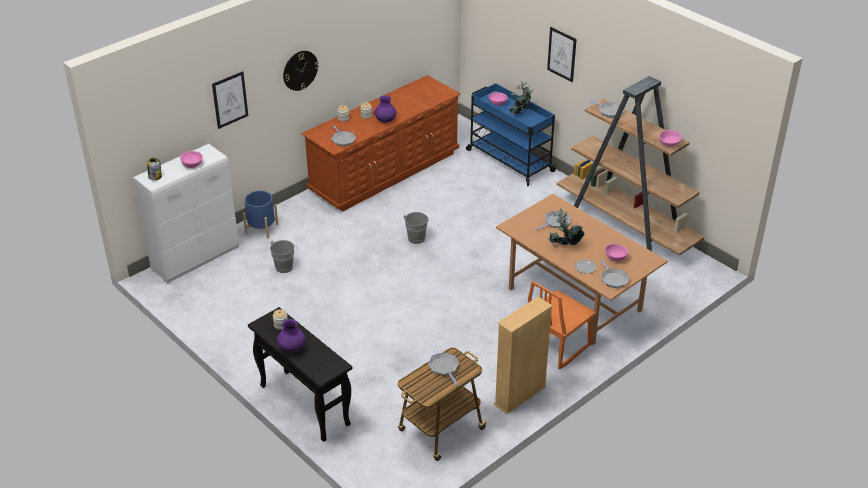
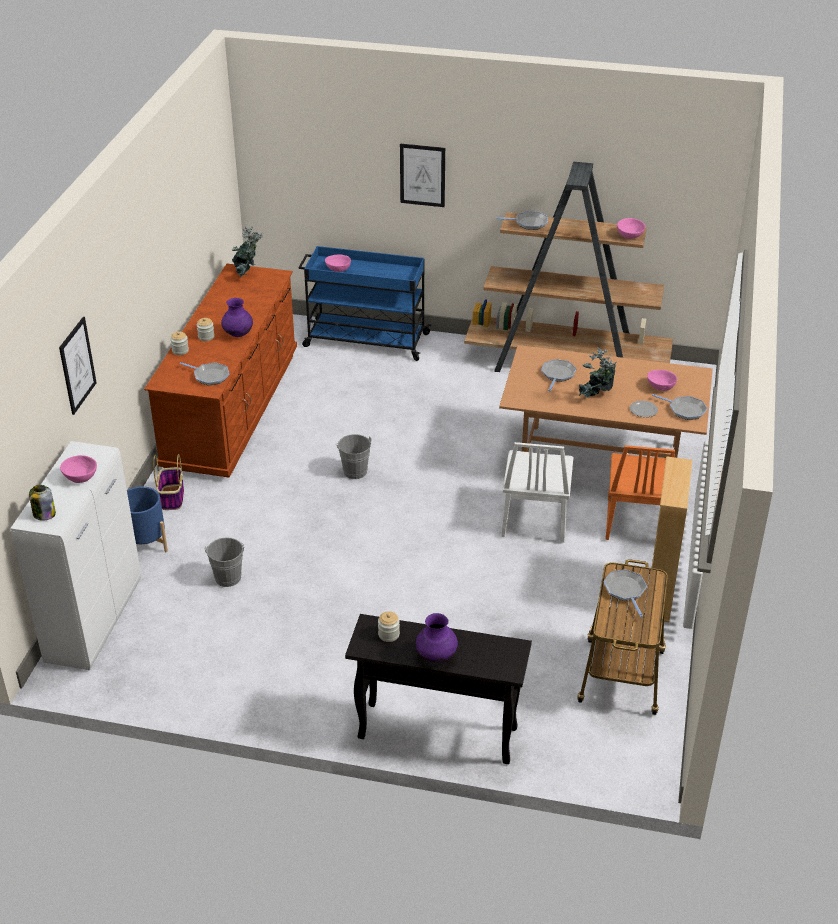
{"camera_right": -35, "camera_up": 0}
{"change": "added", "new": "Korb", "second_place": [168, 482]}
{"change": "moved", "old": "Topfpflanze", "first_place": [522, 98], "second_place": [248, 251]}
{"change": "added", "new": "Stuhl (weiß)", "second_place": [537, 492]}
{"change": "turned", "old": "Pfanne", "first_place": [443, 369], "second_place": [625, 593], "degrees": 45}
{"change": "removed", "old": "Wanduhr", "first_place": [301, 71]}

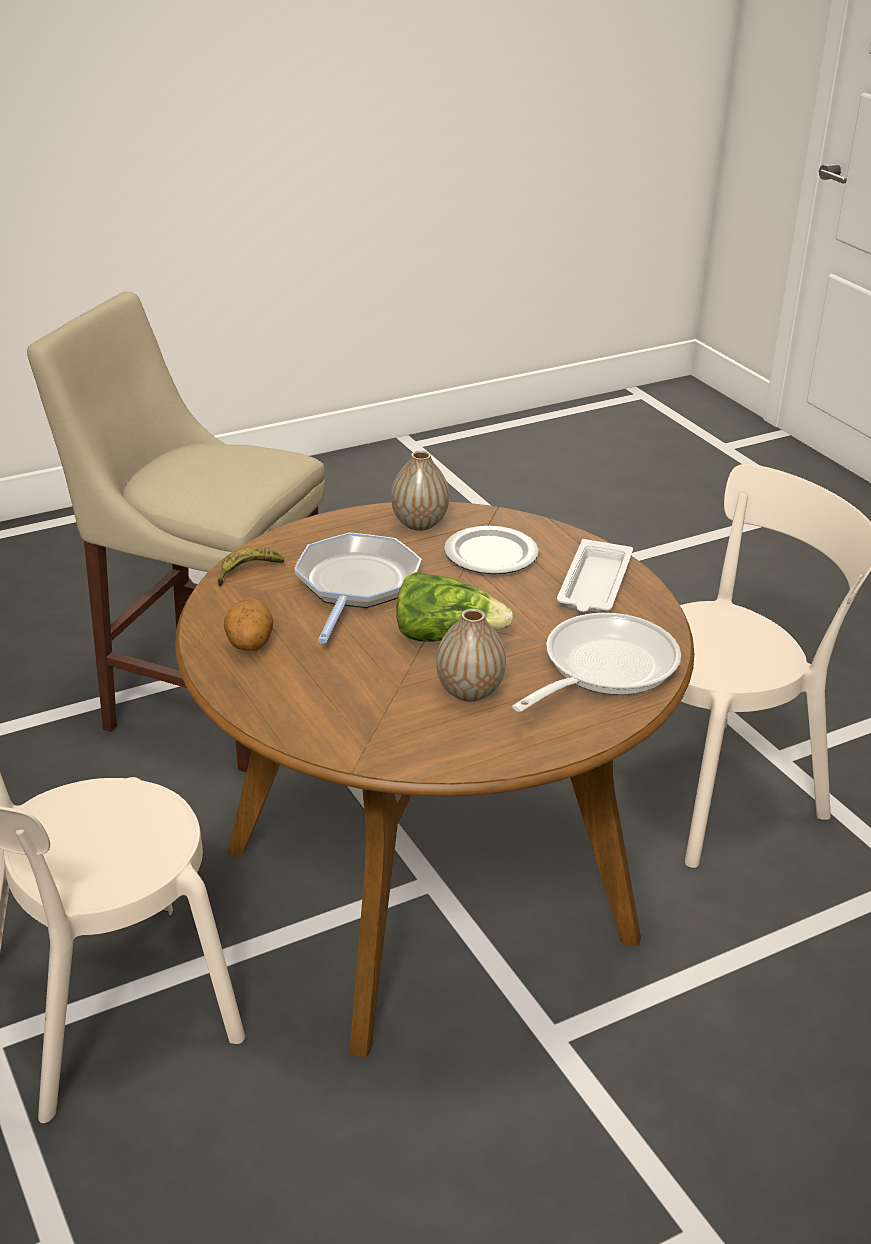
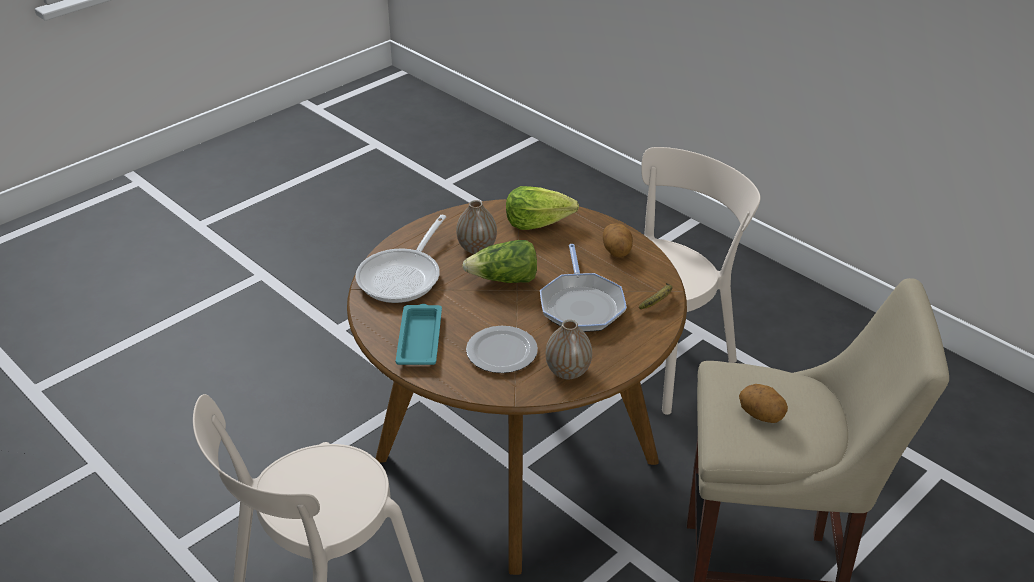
{"camera_right": 165, "camera_up": 5}
{"change": "recoloured", "old": "Tablett (weiß)", "new": "Tablett (türkis)", "first_place": [595, 576], "second_place": [419, 334]}
{"change": "added", "new": "Salatkopf", "second_place": [542, 208]}
{"change": "added", "new": "Kartoffel", "second_place": [763, 403]}

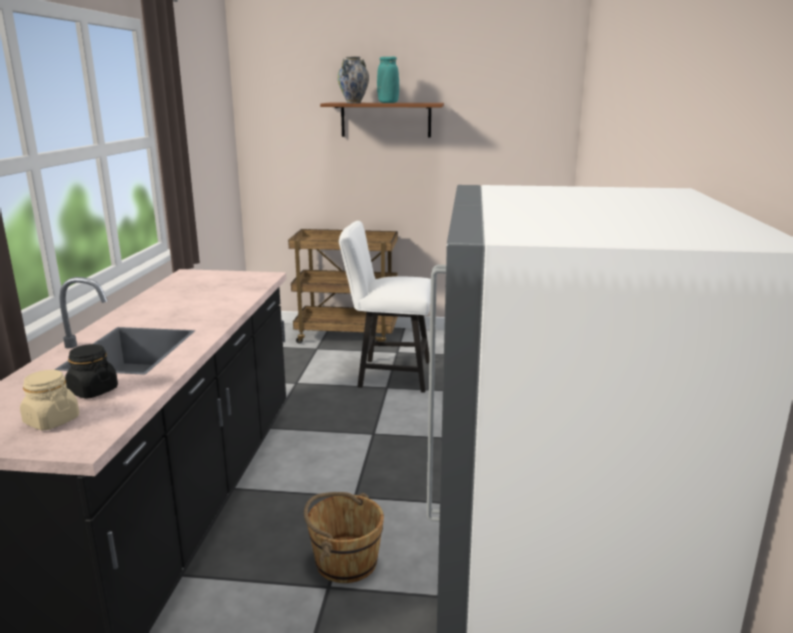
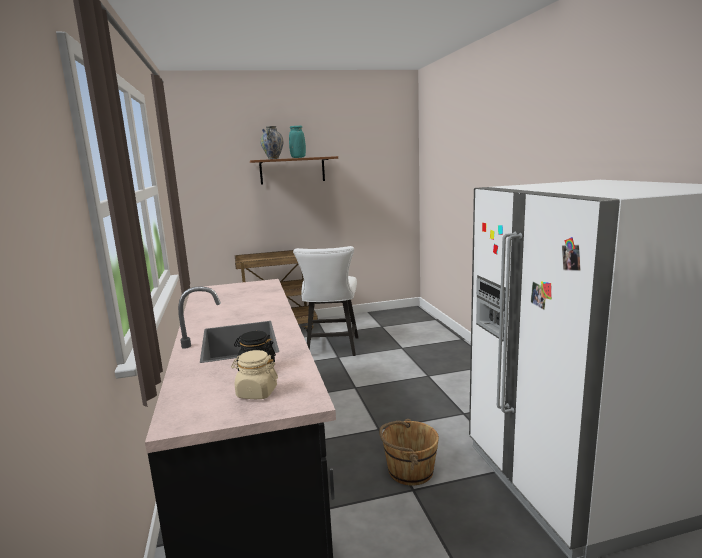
{"camera_right": -20, "camera_up": -5}
{"change": "turned", "old": "Stuhl (weiß)", "first_place": [385, 307], "second_place": [326, 301], "degrees": -75}

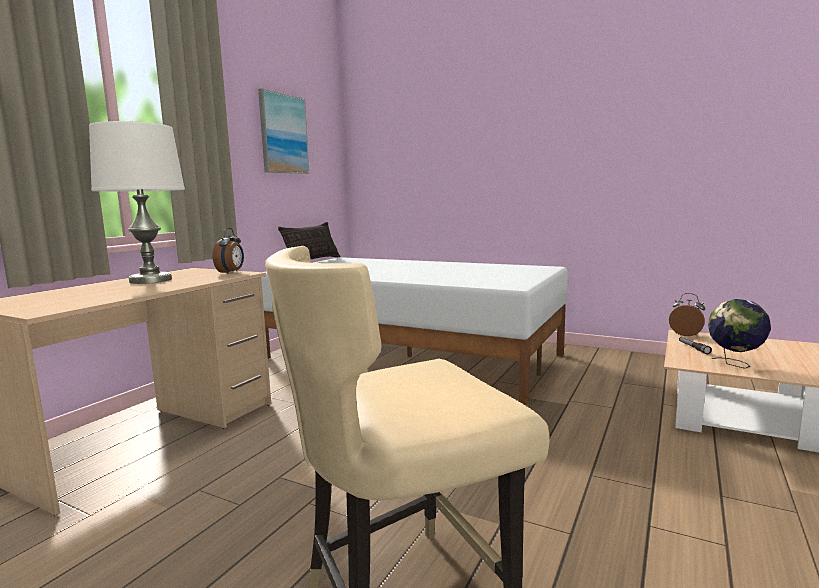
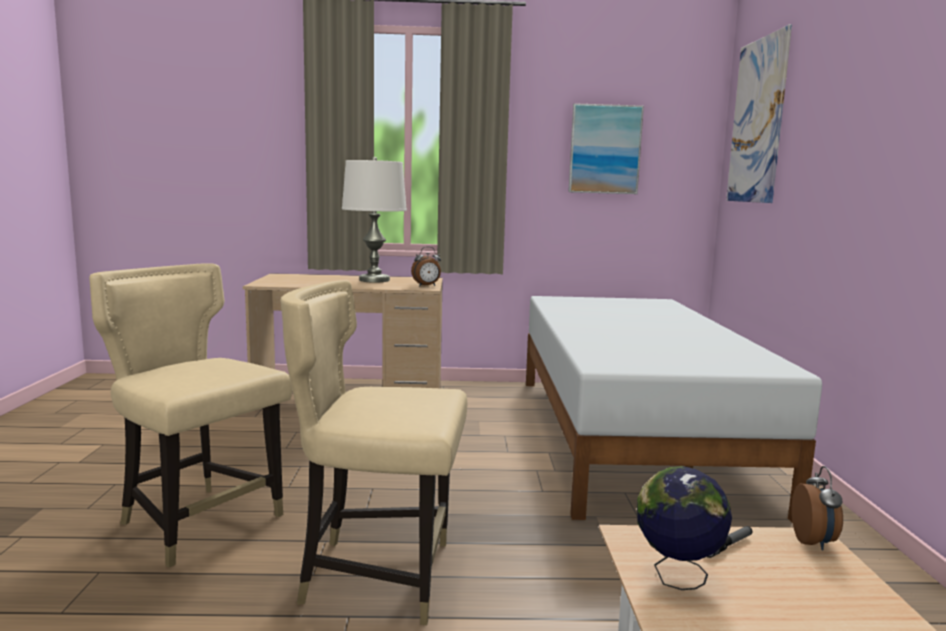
{"camera_right": 60, "camera_up": 0}
{"change": "added", "new": "Stuhl (beige)", "second_place": [373, 452]}
{"change": "added", "new": "Bild", "second_place": [759, 113]}
{"change": "removed", "old": "Kissen", "first_place": [309, 240]}

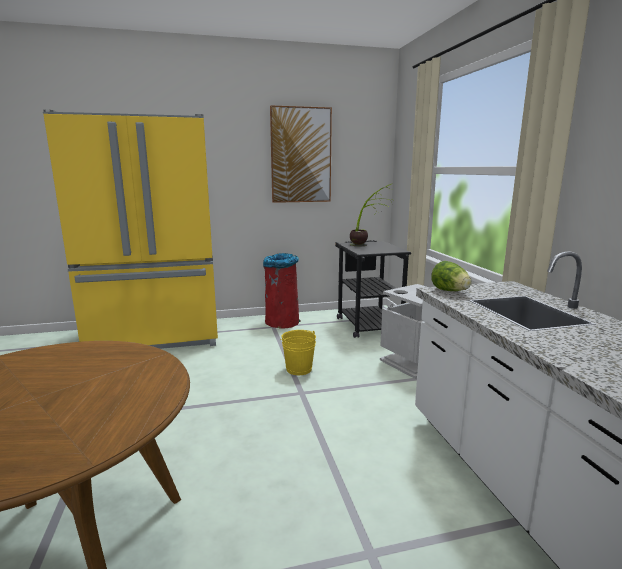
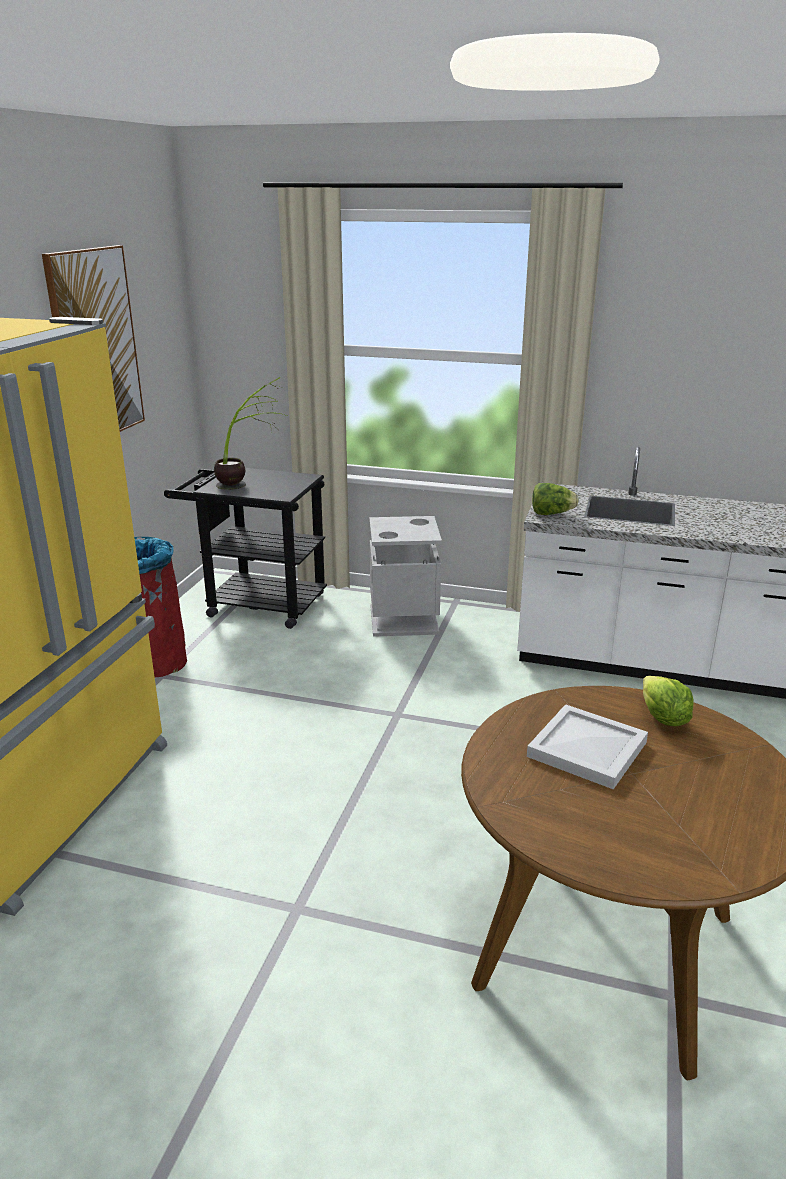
{"camera_right": -60, "camera_up": 10}
{"change": "added", "new": "Tablett (weiß)", "second_place": [587, 746]}
{"change": "added", "new": "Salatkopf", "second_place": [668, 701]}
{"change": "removed", "old": "Eimer (gelb)", "first_place": [298, 352]}

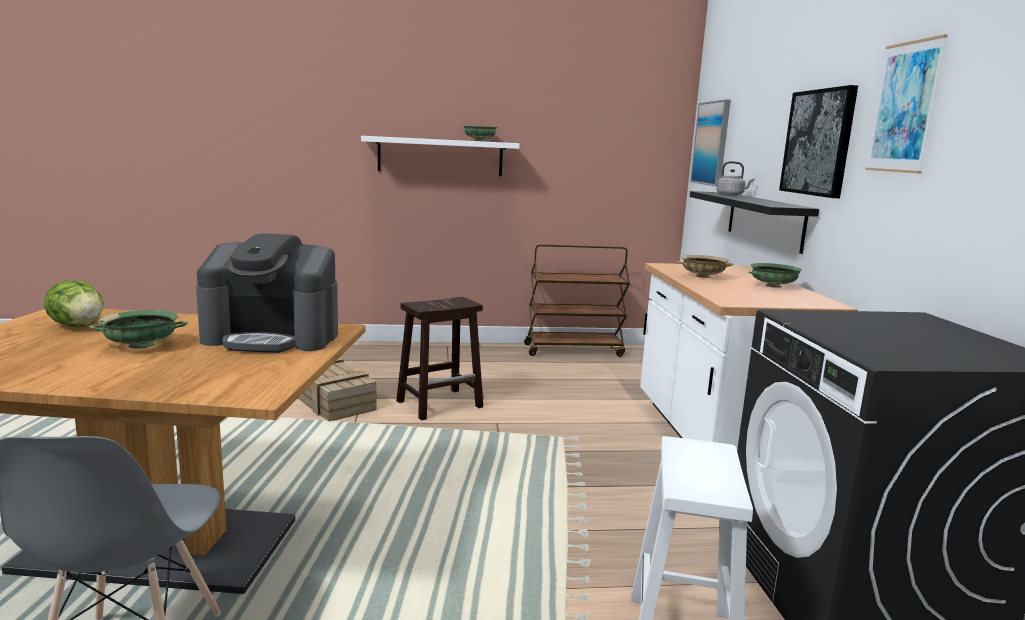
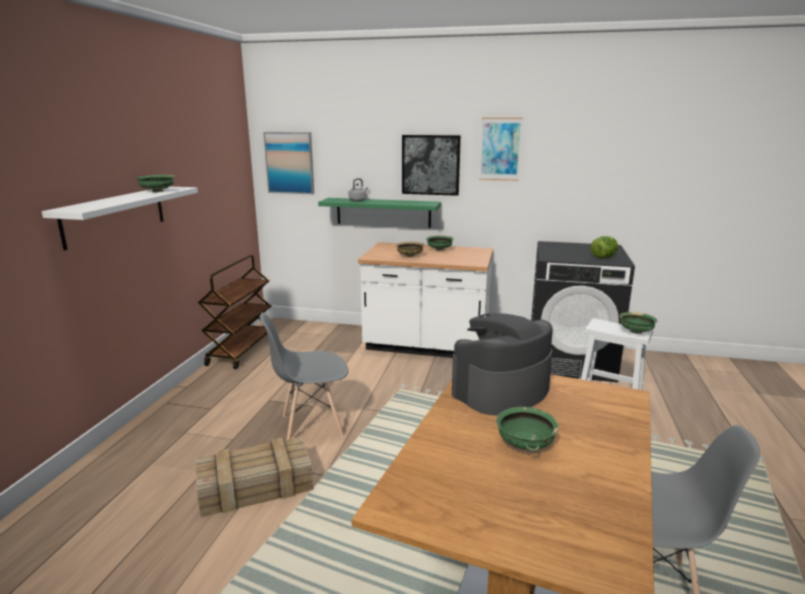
{"camera_right": -70, "camera_up": 5}
{"change": "replaced", "old": "Hocker (braun)", "new": "Stuhl (grau)", "first_place": [439, 358], "second_place": [304, 376]}
{"change": "recoloured", "old": "Wandregal (schwarz)", "new": "Wandregal (grün)", "first_place": [754, 222], "second_place": [379, 213]}
{"change": "turned", "old": "Kaffeemaschine", "first_place": [267, 293], "second_place": [502, 364], "degrees": -150}
{"change": "moved", "old": "Salatkopf", "first_place": [74, 303], "second_place": [604, 247]}
{"change": "added", "new": "Schüssel (grün)", "second_place": [638, 323]}

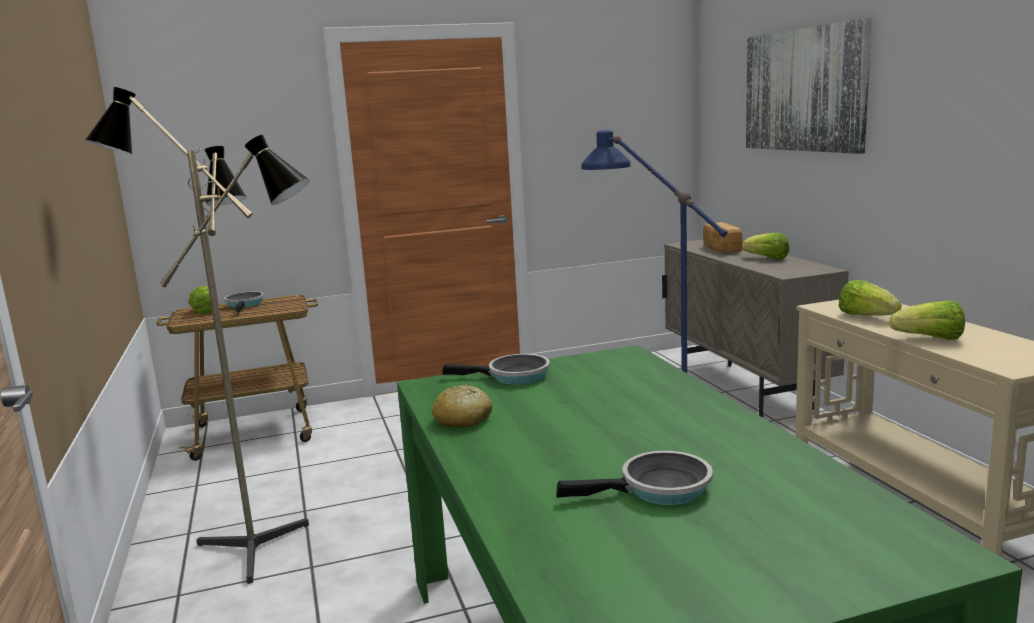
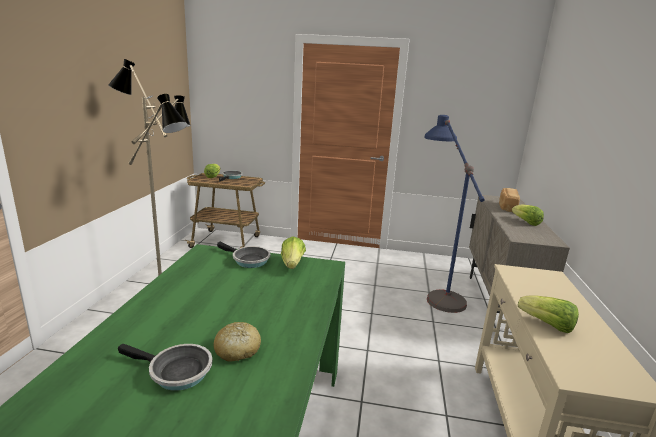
{"camera_right": 25, "camera_up": 5}
{"change": "moved", "old": "Brot", "first_place": [462, 406], "second_place": [237, 342]}
{"change": "moved", "old": "Salatkopf", "first_place": [870, 297], "second_place": [293, 252]}
{"change": "removed", "old": "Bild", "first_place": [809, 86]}

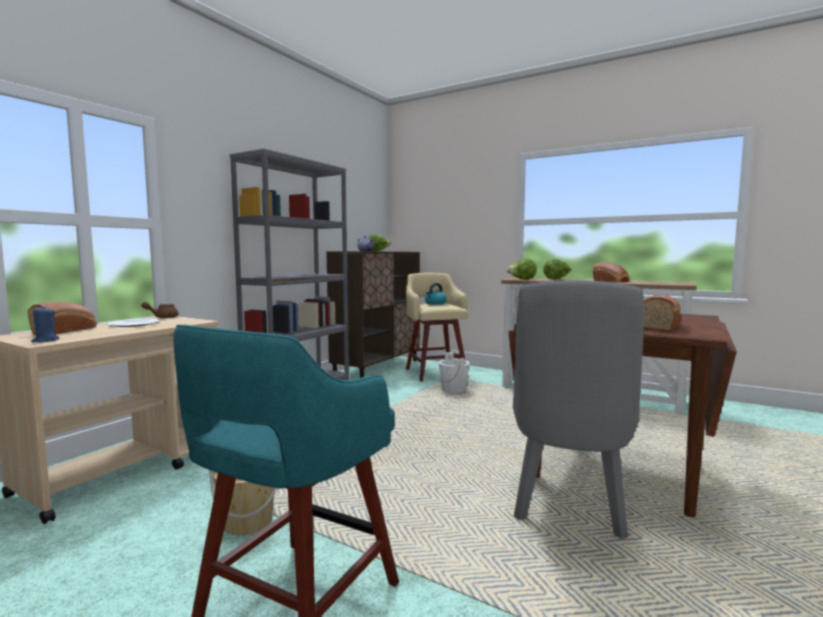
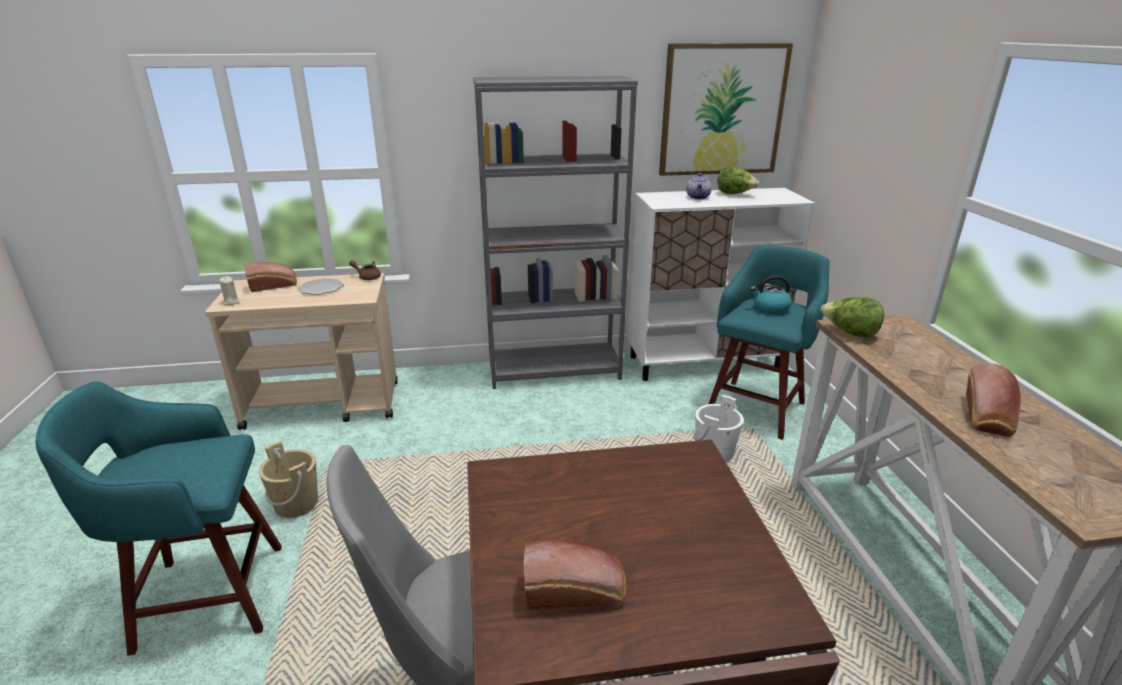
{"camera_right": 50, "camera_up": 20}
{"change": "recoloured", "old": "Kerze (blau)", "new": "Kerze (beige)", "first_place": [45, 324], "second_place": [229, 290]}
{"change": "recoloured", "old": "Schrank (braun)", "new": "Schrank (weiß)", "first_place": [373, 314], "second_place": [721, 284]}
{"change": "added", "new": "Bild", "second_place": [726, 109]}
{"change": "recoloured", "old": "Hocker (beige)", "new": "Hocker (türkis)", "first_place": [437, 327], "second_place": [769, 342]}
{"change": "removed", "old": "Salatkopf", "first_place": [557, 269]}

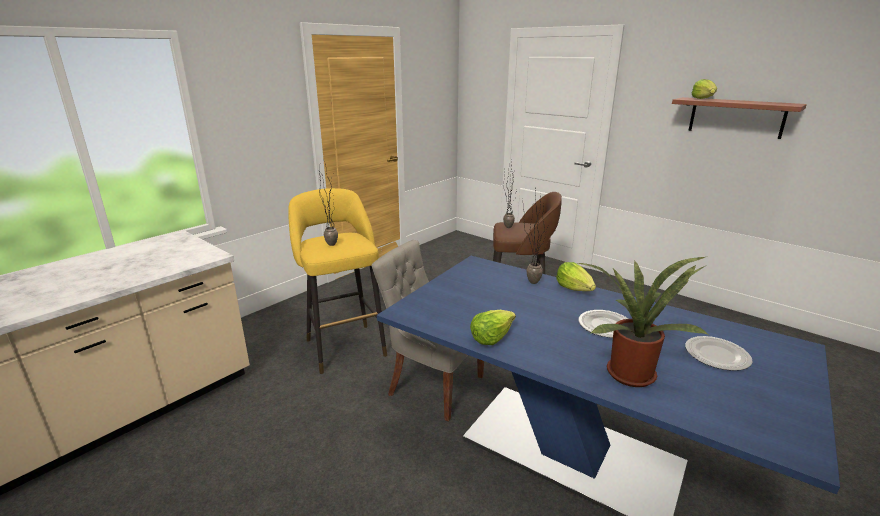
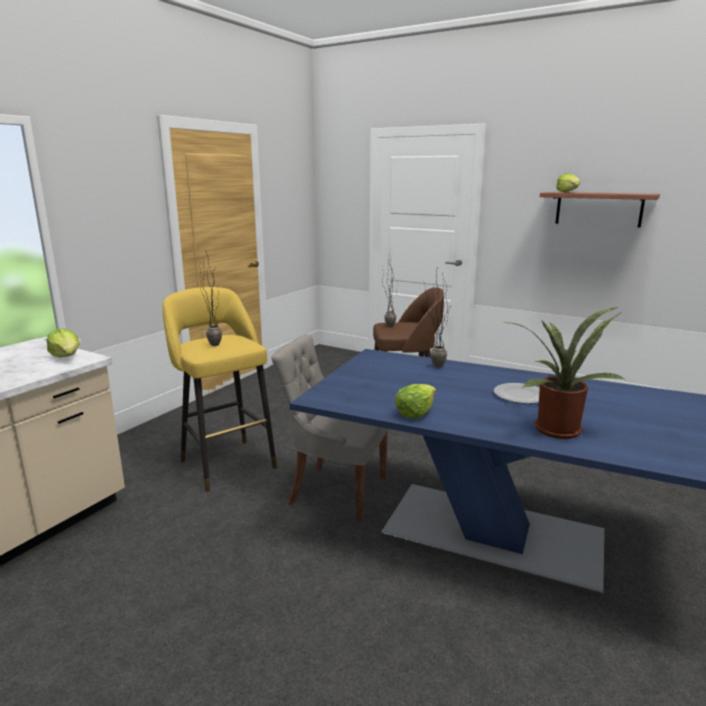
{"camera_right": -10, "camera_up": -5}
{"change": "moved", "old": "Salatkopf", "first_place": [576, 276], "second_place": [63, 343]}
{"change": "removed", "old": "Teller", "first_place": [719, 353]}

